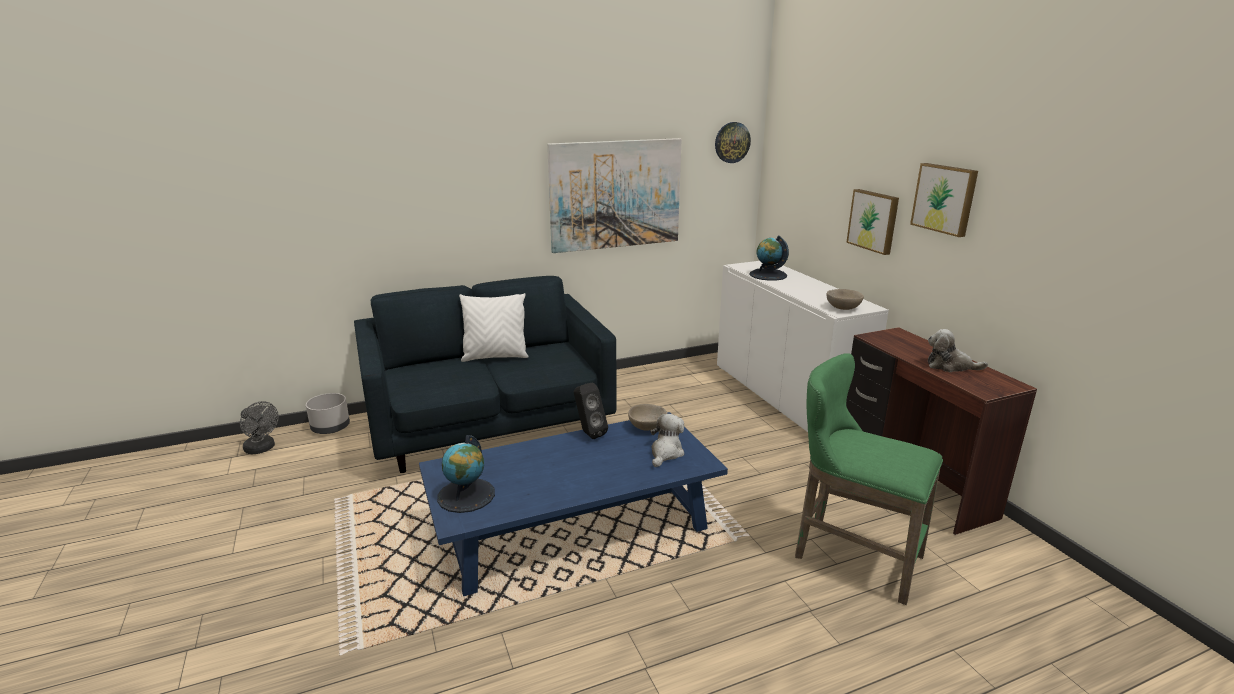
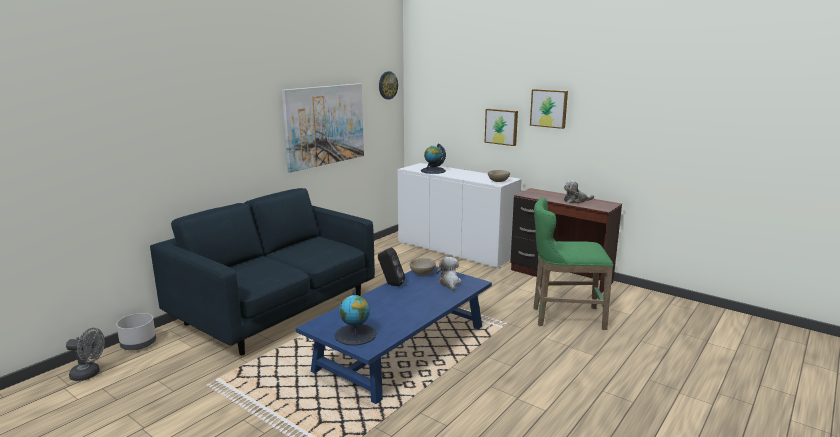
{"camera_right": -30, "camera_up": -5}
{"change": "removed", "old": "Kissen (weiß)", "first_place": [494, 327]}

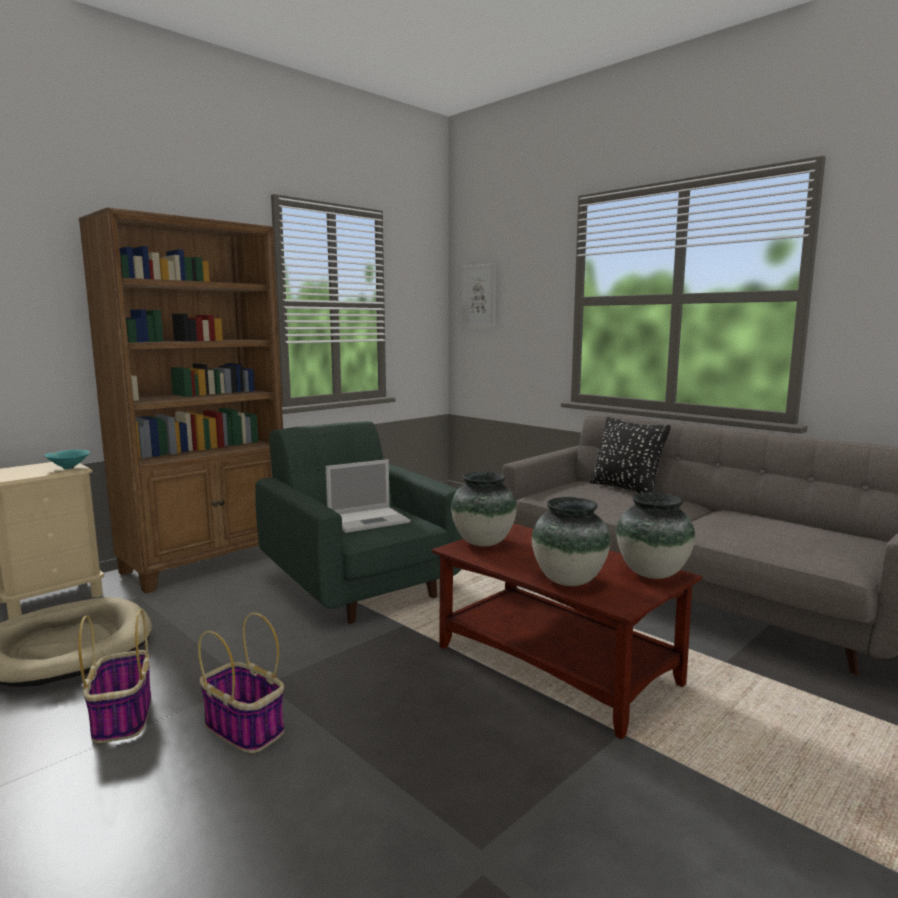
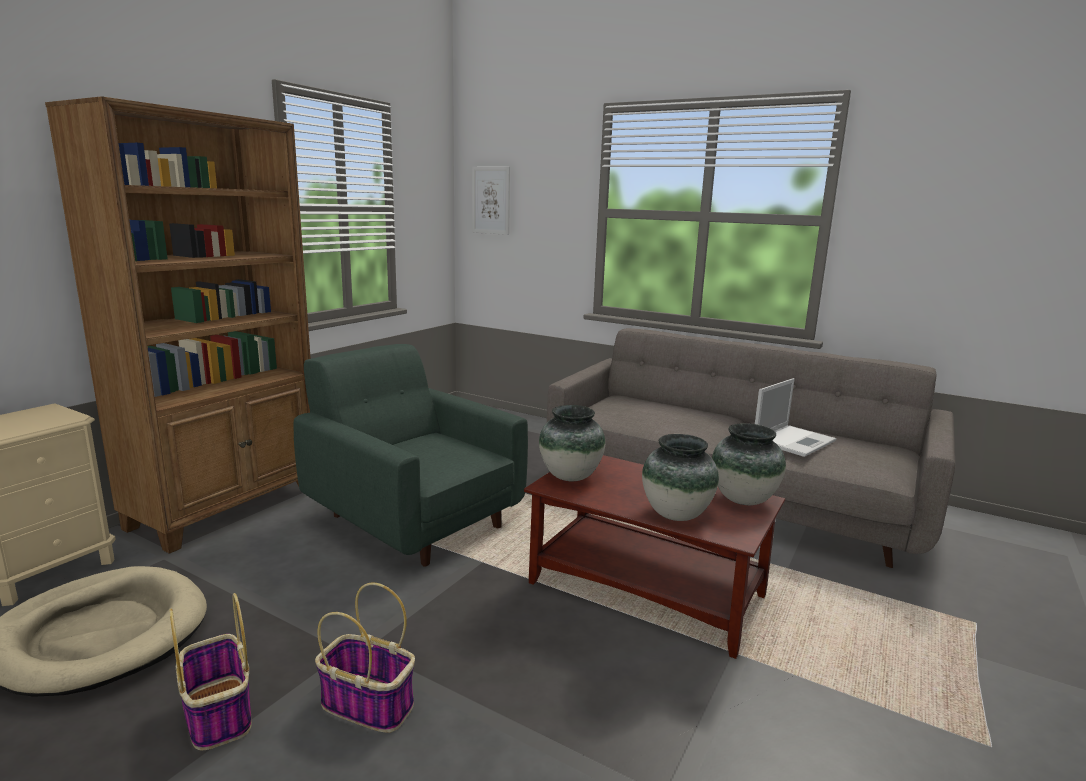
{"camera_right": -15, "camera_up": 5}
{"change": "moved", "old": "Laptop", "first_place": [368, 496], "second_place": [795, 417]}
{"change": "removed", "old": "Schüssel (türkis)", "first_place": [67, 459]}
{"change": "removed", "old": "Kissen (schwarz)", "first_place": [630, 455]}

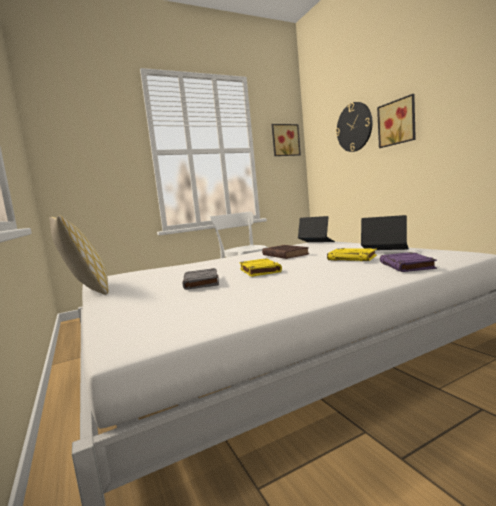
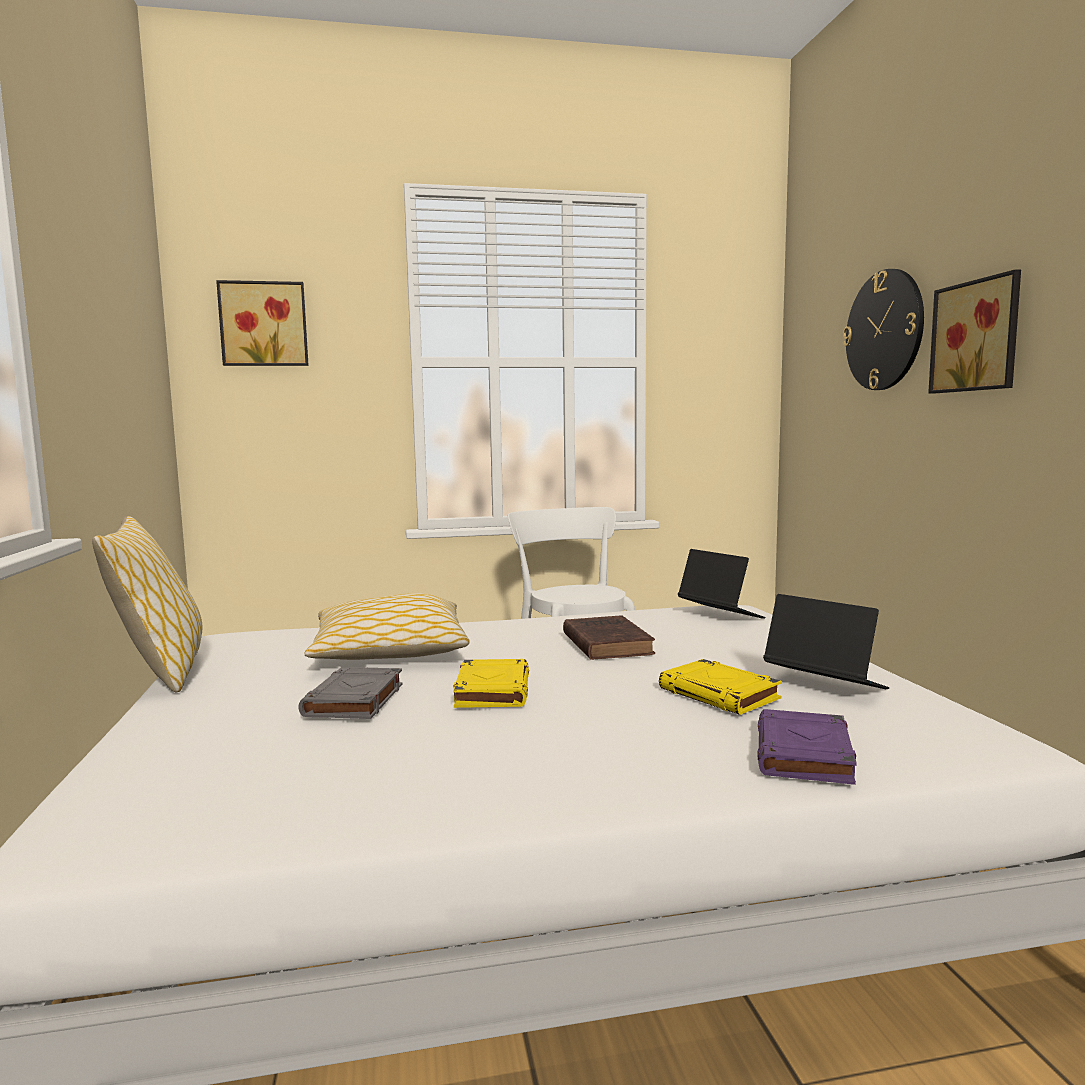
{"camera_right": 15, "camera_up": 0}
{"change": "moved", "old": "Bild", "first_place": [286, 140], "second_place": [262, 323]}
{"change": "added", "new": "Kissen", "second_place": [387, 626]}

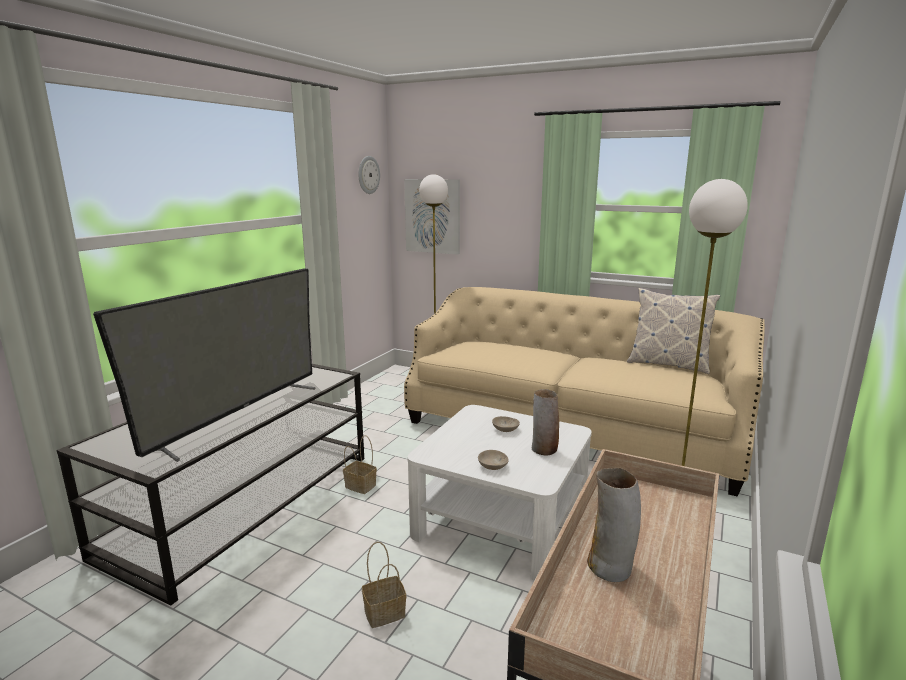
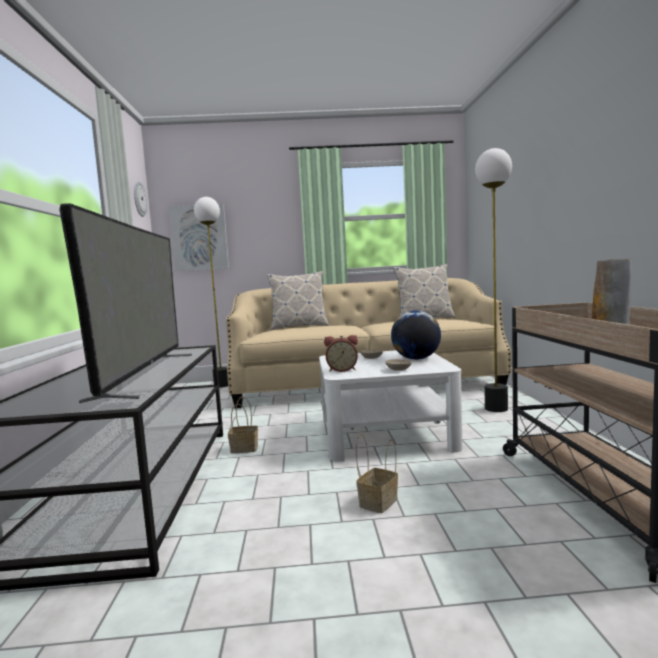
{"camera_right": -30, "camera_up": -10}
{"change": "added", "new": "Kissen", "second_place": [298, 300]}
{"change": "added", "new": "Wecker", "second_place": [341, 353]}
{"change": "replaced", "old": "Vase", "new": "Globus", "first_place": [545, 422], "second_place": [416, 335]}

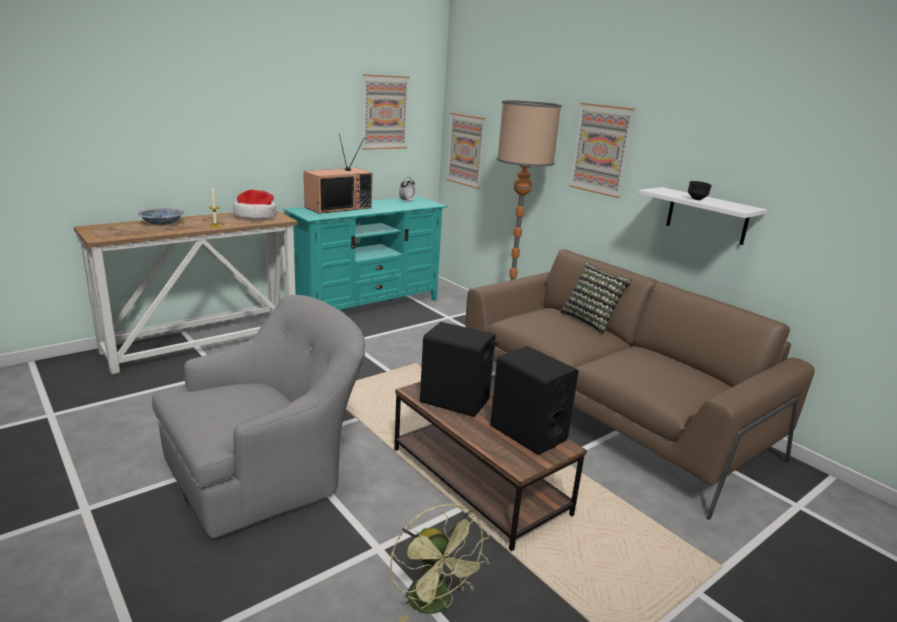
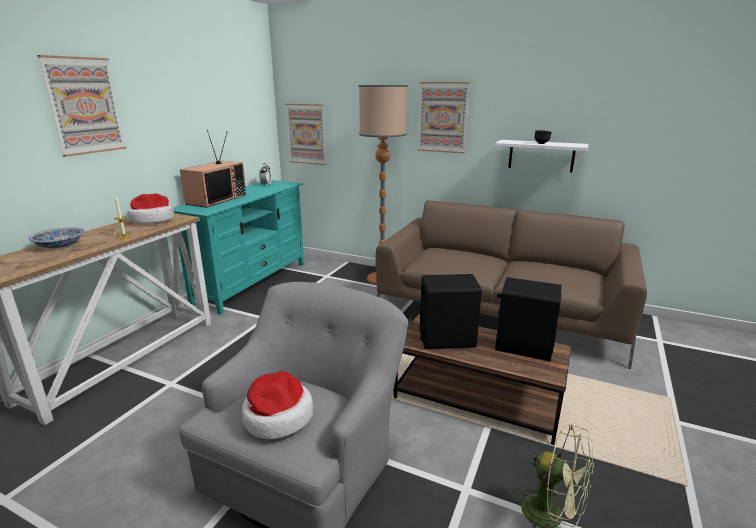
{"camera_right": -25, "camera_up": 0}
{"change": "moved", "old": "Bild", "first_place": [386, 112], "second_place": [81, 106]}
{"change": "added", "new": "Hut", "second_place": [277, 405]}
{"change": "removed", "old": "Kissen", "first_place": [596, 298]}

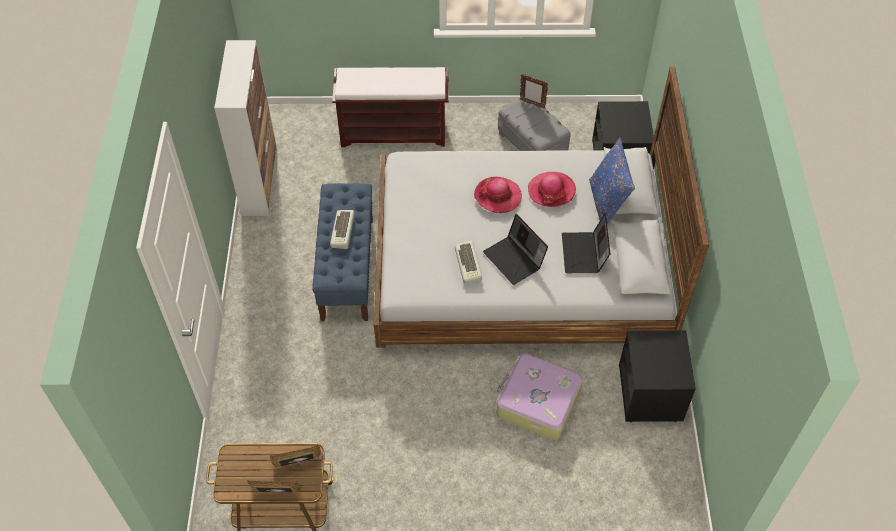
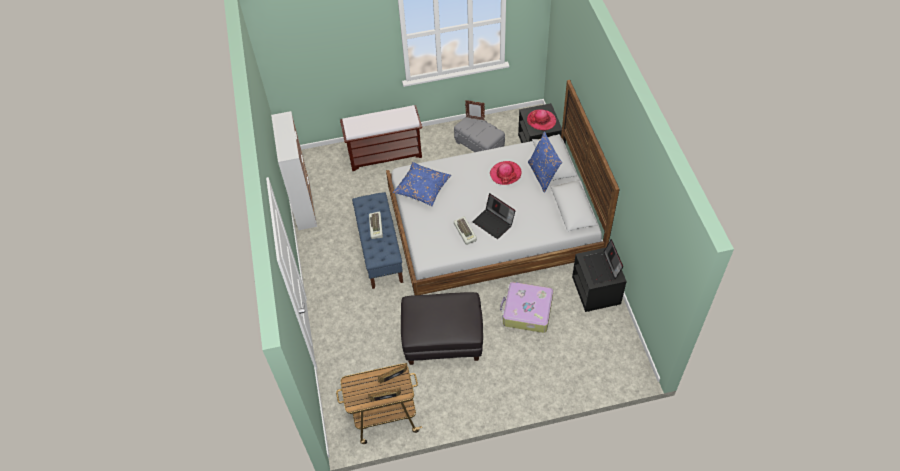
{"camera_right": -10, "camera_up": 0}
{"change": "added", "new": "Kissen (blau)", "second_place": [422, 184]}
{"change": "added", "new": "Polsterhocker (schwarz)", "second_place": [442, 328]}
{"change": "moved", "old": "Hut", "first_place": [498, 195], "second_place": [541, 120]}
{"change": "moved", "old": "Laptop", "first_place": [586, 243], "second_place": [603, 261]}

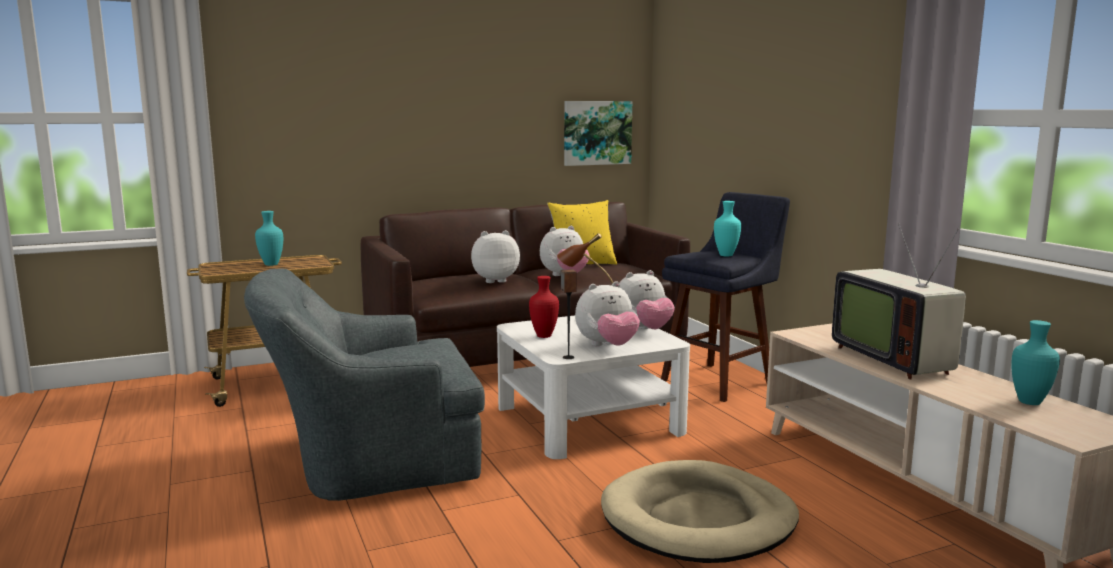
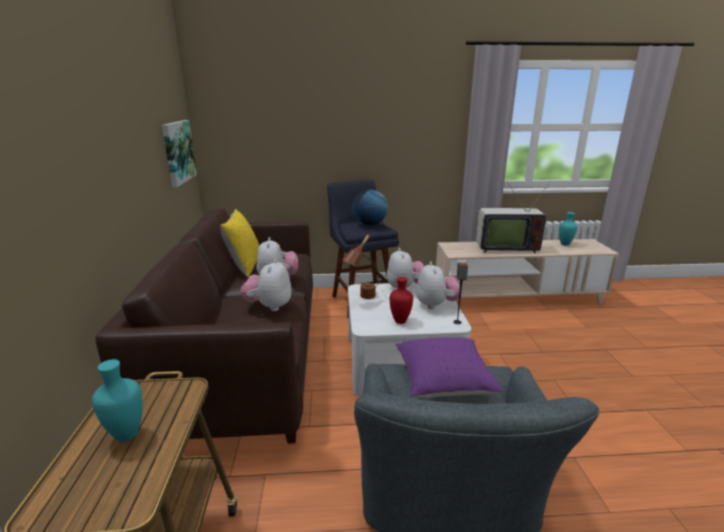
{"camera_right": -70, "camera_up": 10}
{"change": "replaced", "old": "Vase (türkis)", "new": "Globus", "first_place": [727, 228], "second_place": [370, 207]}
{"change": "added", "new": "Kissen (lila)", "second_place": [449, 368]}
{"change": "removed", "old": "Hundebett (beige)", "first_place": [700, 511]}

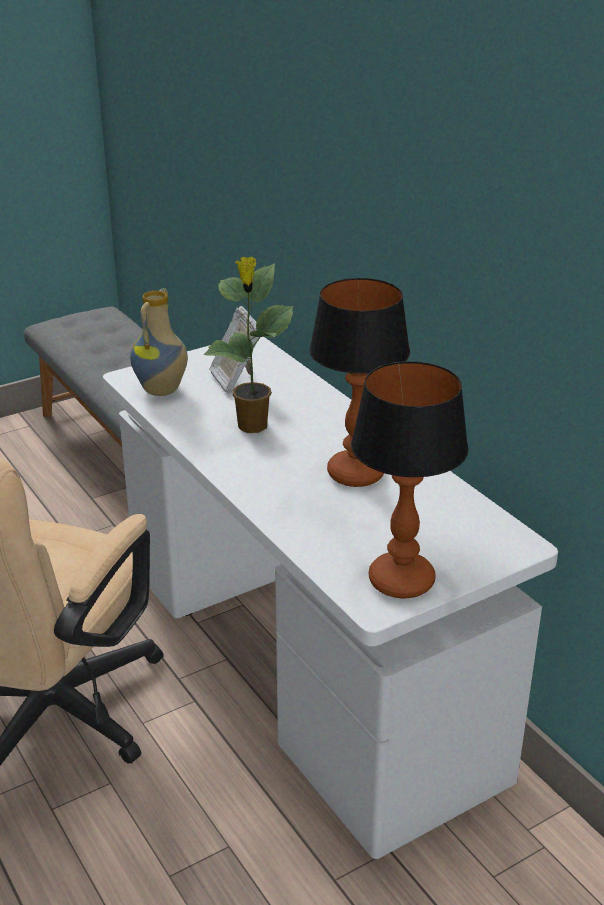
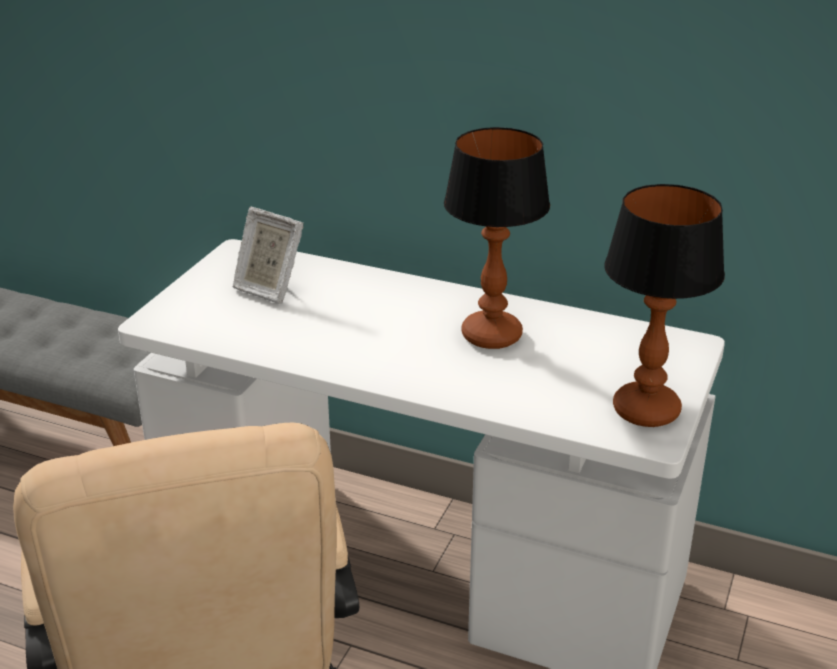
{"camera_right": -35, "camera_up": 0}
{"change": "removed", "old": "Vase", "first_place": [159, 342]}
{"change": "removed", "old": "Topfpflanze", "first_place": [249, 345]}

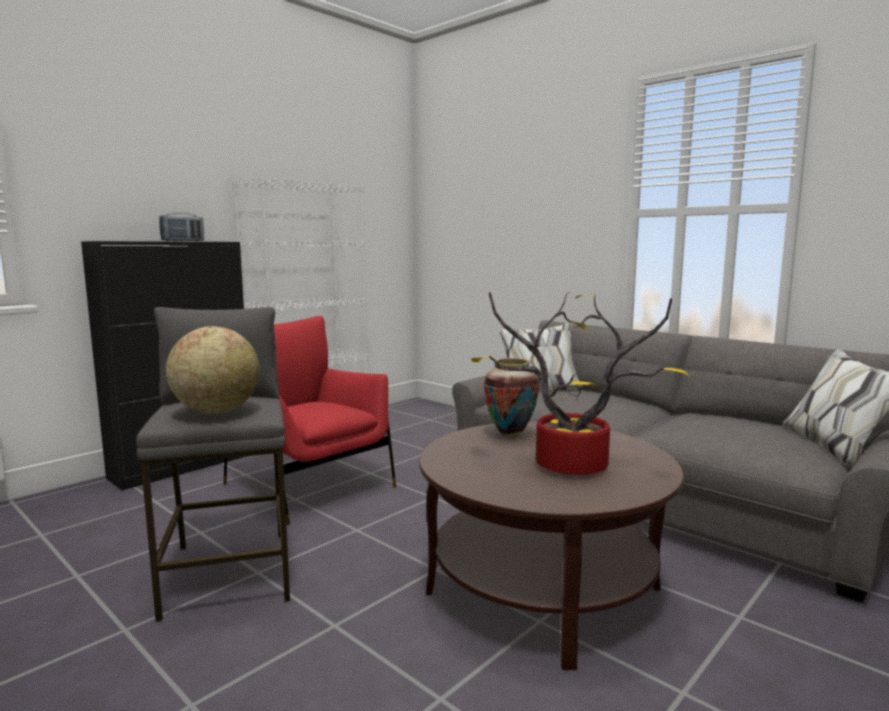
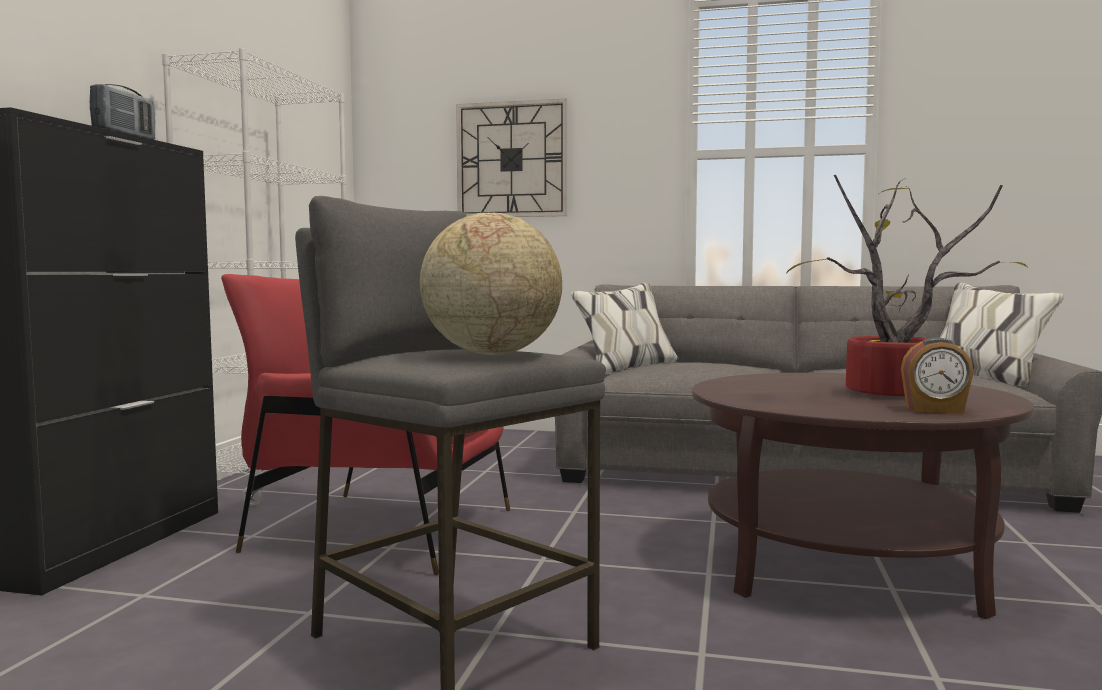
{"camera_right": -30, "camera_up": -5}
{"change": "added", "new": "Wanduhr", "second_place": [511, 157]}
{"change": "added", "new": "Wecker", "second_place": [937, 375]}
{"change": "removed", "old": "Vase", "first_place": [511, 398]}

